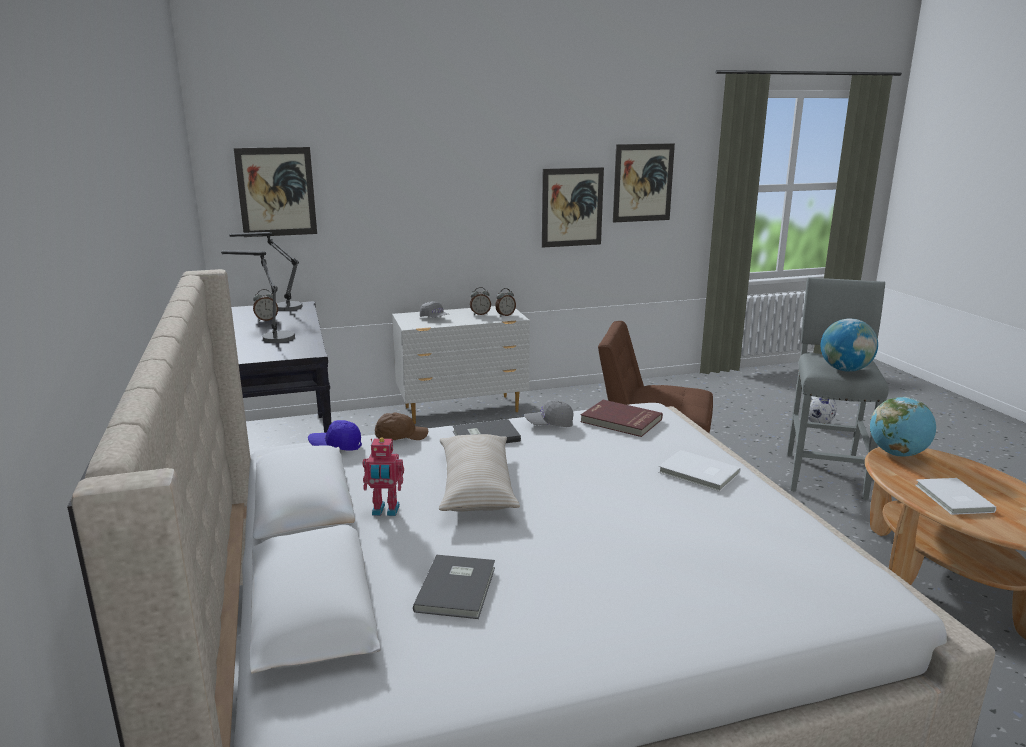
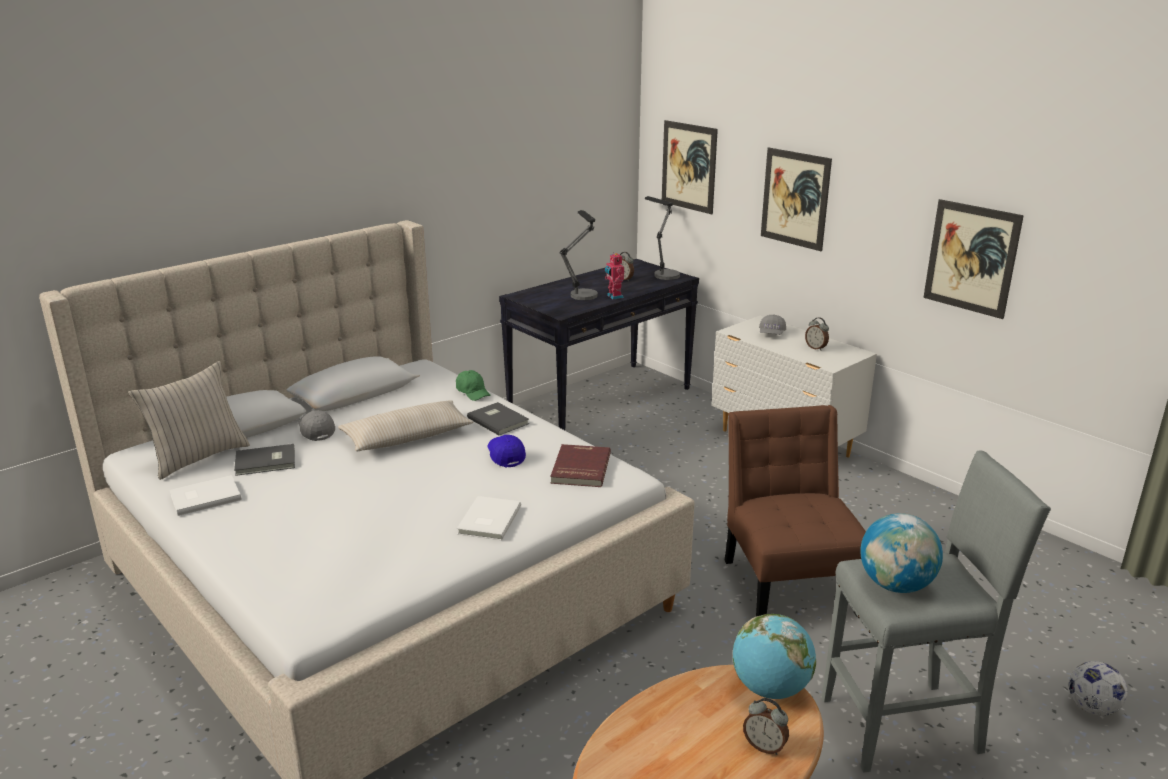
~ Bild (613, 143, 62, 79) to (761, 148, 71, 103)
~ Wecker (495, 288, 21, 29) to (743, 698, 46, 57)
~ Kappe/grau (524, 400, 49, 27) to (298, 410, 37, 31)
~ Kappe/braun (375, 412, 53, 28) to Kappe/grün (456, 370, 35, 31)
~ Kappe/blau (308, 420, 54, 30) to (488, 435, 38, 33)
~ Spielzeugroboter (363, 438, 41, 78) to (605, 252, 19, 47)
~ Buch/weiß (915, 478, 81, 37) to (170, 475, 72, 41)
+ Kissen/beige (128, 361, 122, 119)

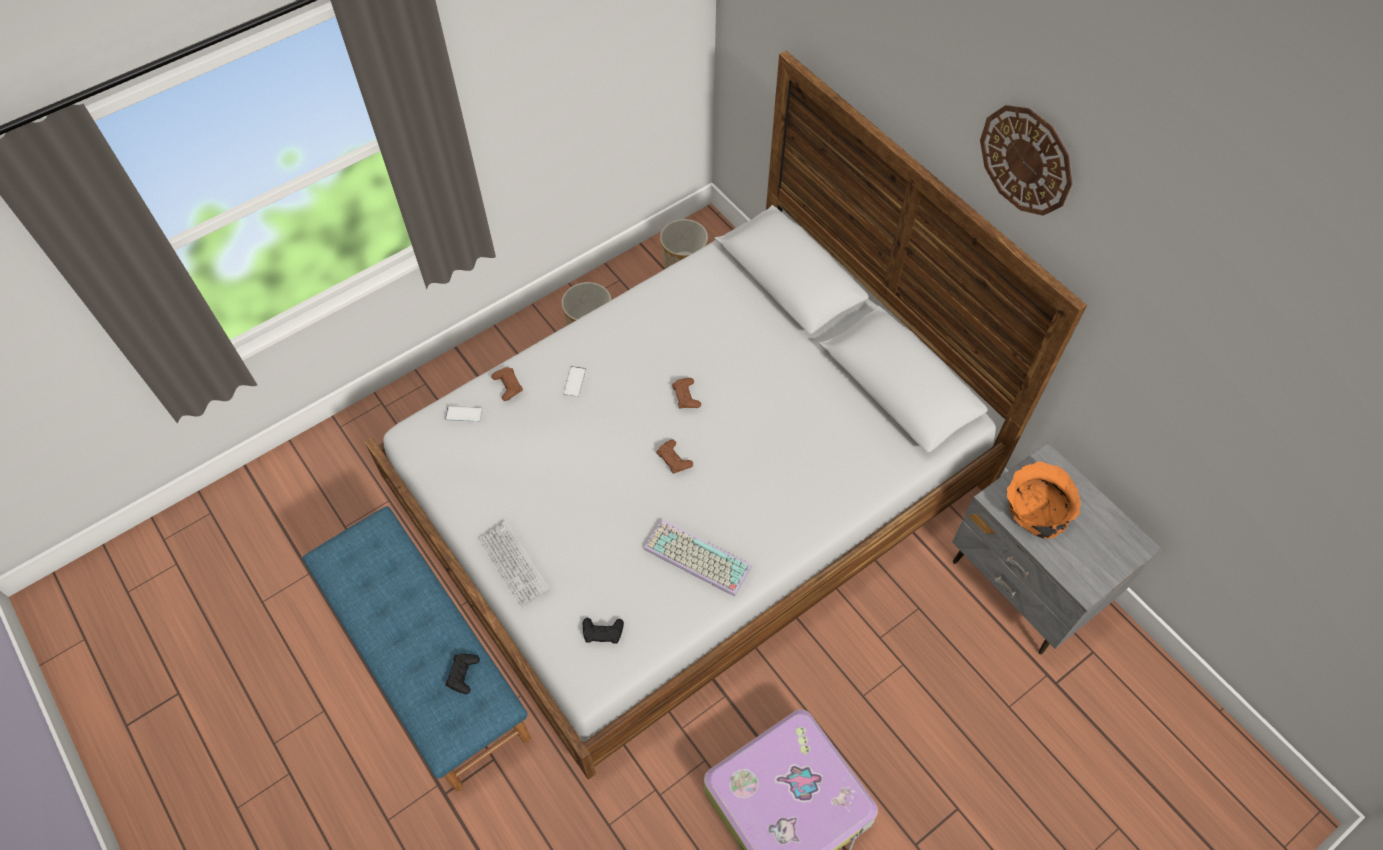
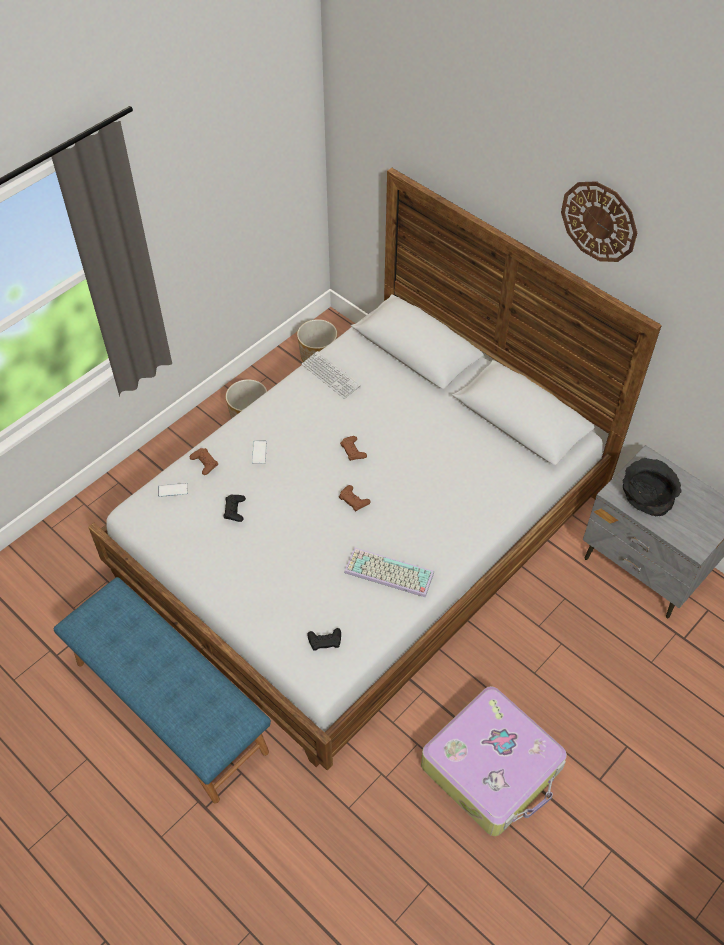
~ Schüssel/orange (1007, 462, 74, 77) to Schüssel/schwarz (623, 458, 59, 58)
~ Tastatur (479, 521, 70, 86) to (302, 351, 59, 48)
~ Gamepad/schwarz (445, 653, 35, 41) to (223, 494, 23, 28)

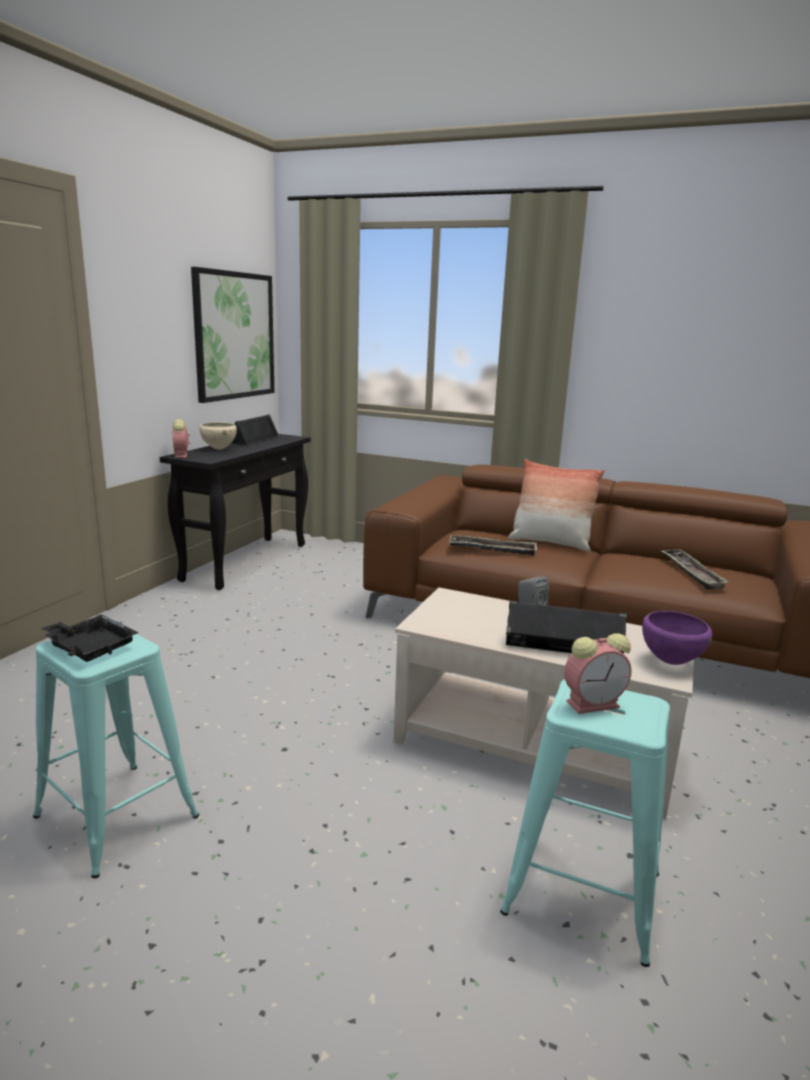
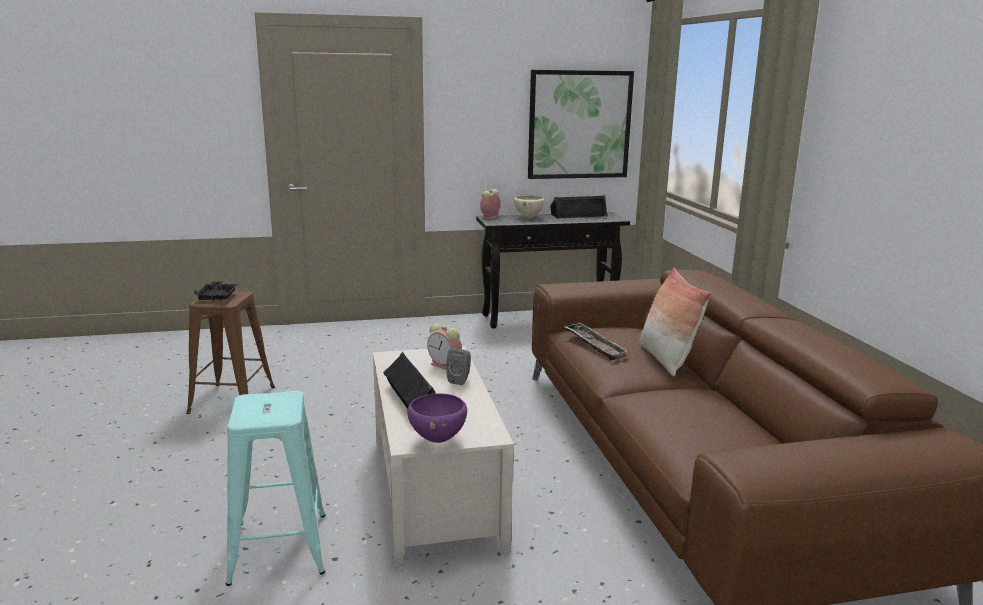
- Tablett (661, 549, 69, 40)
~ Wecker (564, 633, 68, 81) to (427, 323, 35, 47)
~ Hocker/türkis (33, 634, 166, 244) to Hocker/braun (186, 291, 89, 123)

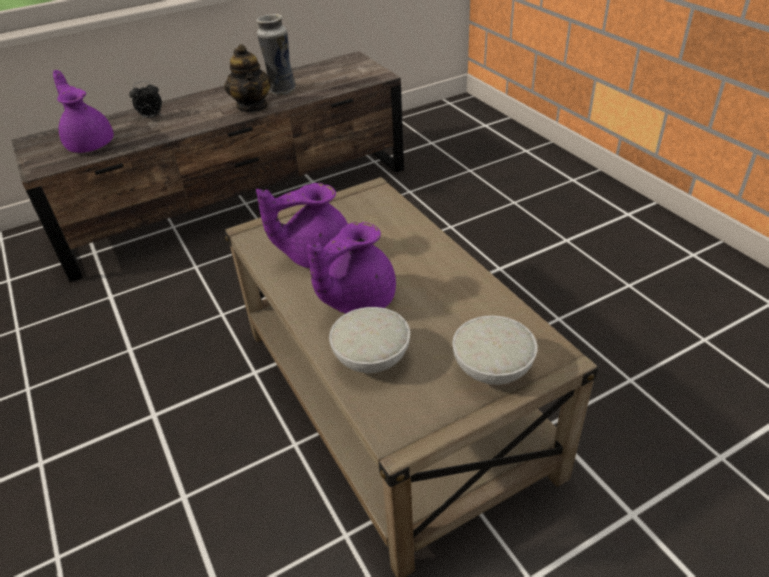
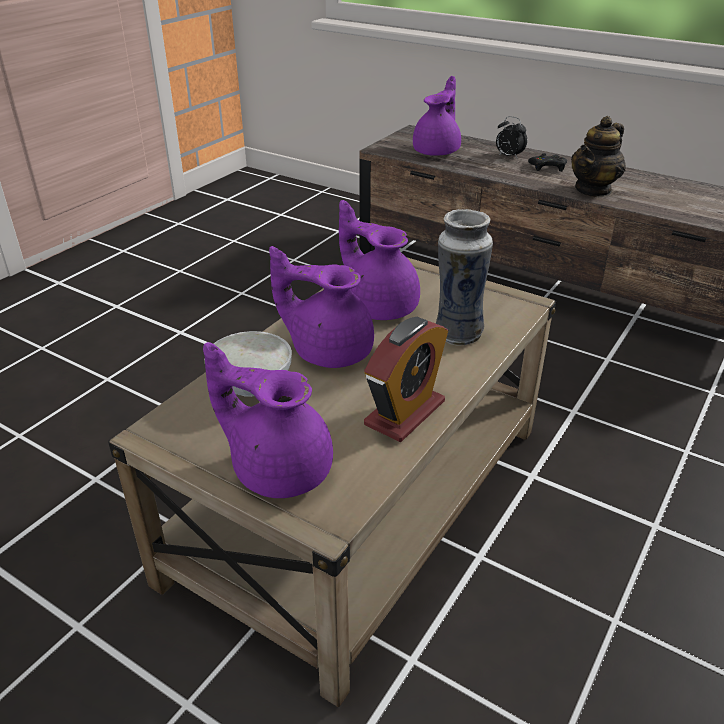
~ Vase (256, 14, 40, 81) to (435, 209, 58, 137)
~ Schüssel/weiß (452, 316, 85, 69) to Teekanne/lila (203, 342, 130, 156)
+ Gamepad/schwarz (528, 153, 39, 19)
+ Wecker (364, 317, 84, 125)

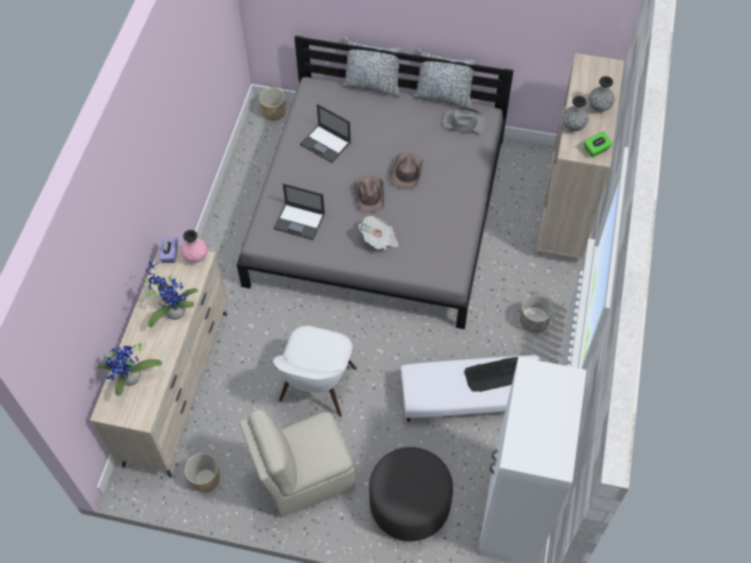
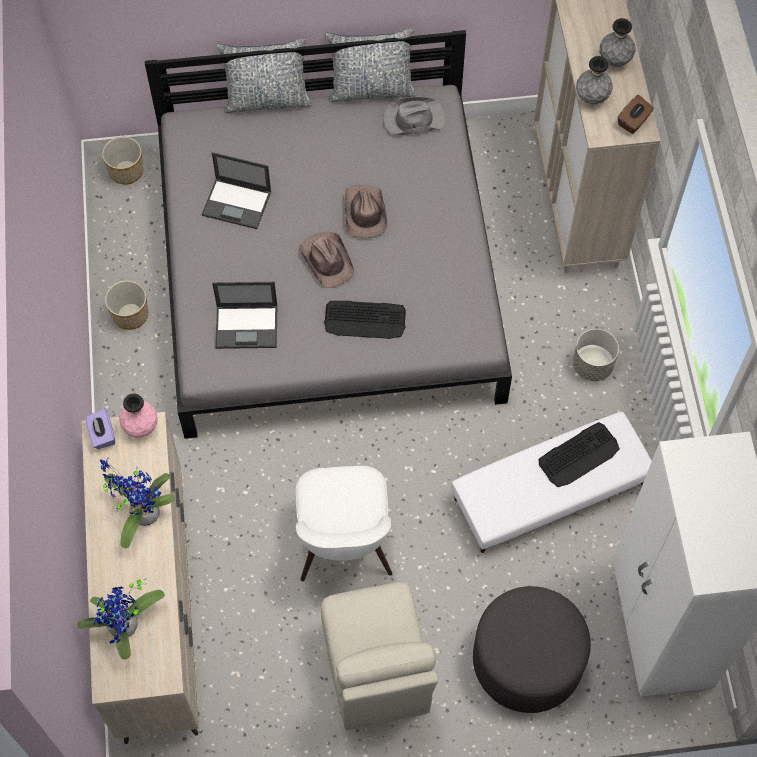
~ Taschentuchbox/grün (584, 132, 29, 25) to Taschentuchbox/braun (618, 95, 36, 39)
~ Zeitung (359, 216, 39, 34) to Tastatur (324, 301, 82, 38)
~ Stuhl/beige (239, 409, 116, 109) = (321, 582, 117, 148) 60 degrees counterclockwise
~ Pflanzkübel (185, 453, 35, 39) to (105, 280, 43, 50)

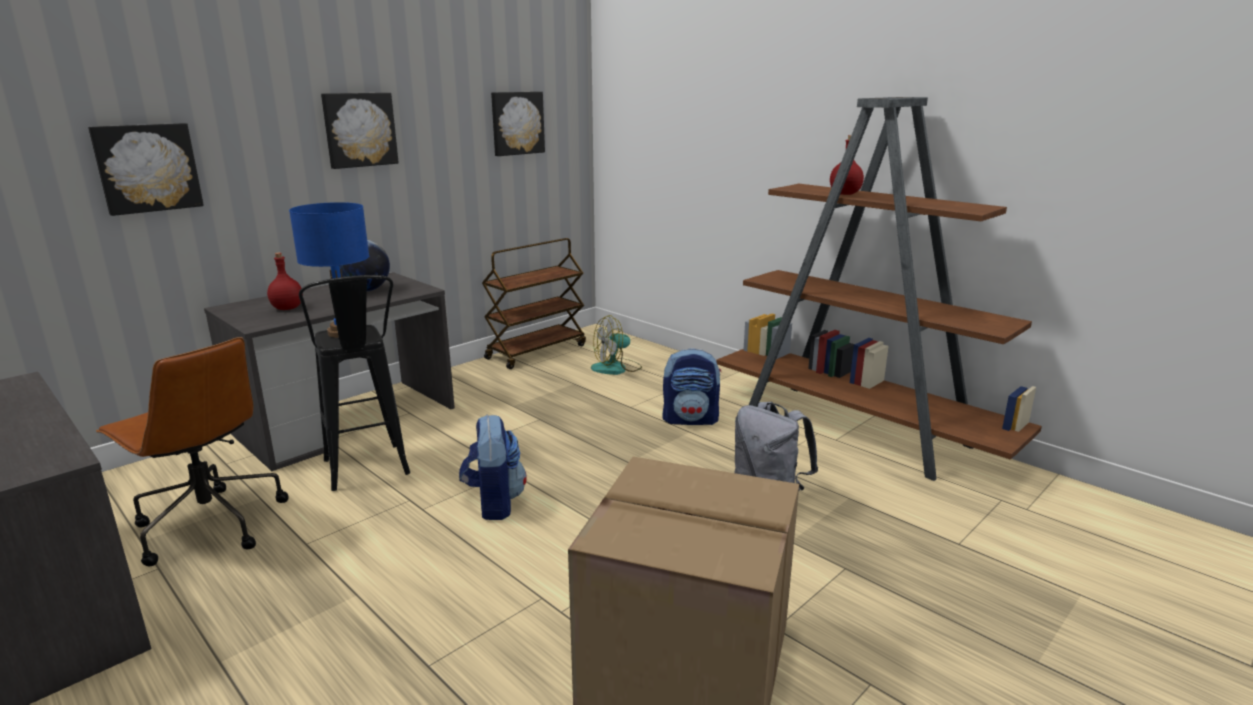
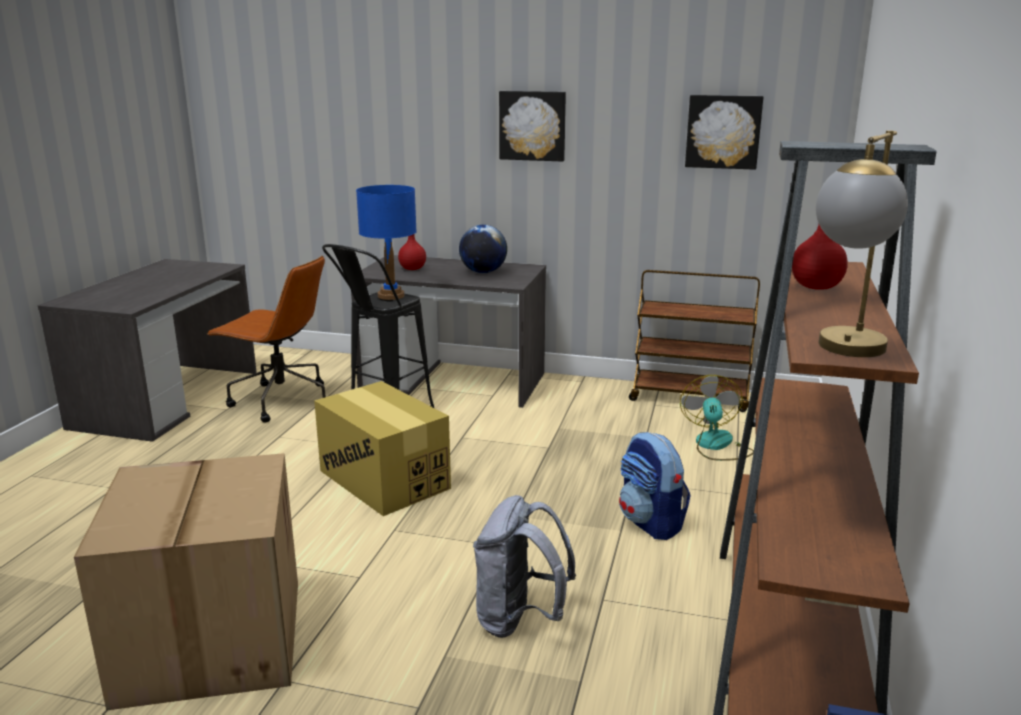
- Bild (88, 123, 116, 93)
~ Ventilator (591, 315, 51, 60) = (680, 375, 74, 86) 60 degrees clockwise
~ Bürostuhl/braun (96, 337, 193, 229) = (206, 256, 120, 167) 75 degrees counterclockwise
~ Rucksack (459, 415, 68, 105) to Karton (314, 381, 137, 135)
+ Tischlampe (816, 130, 92, 227)

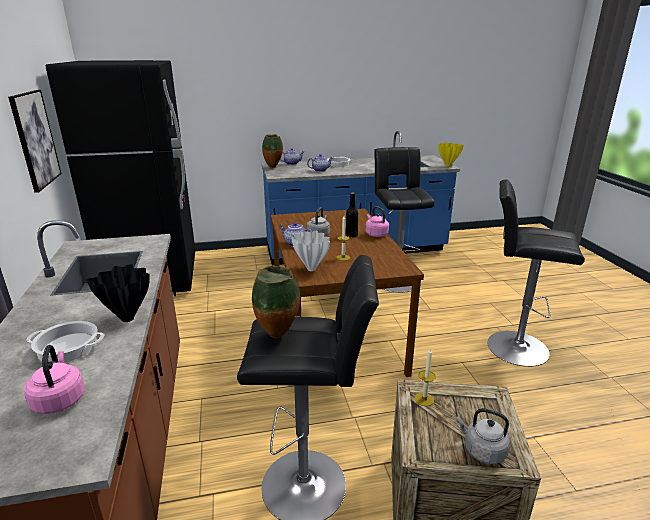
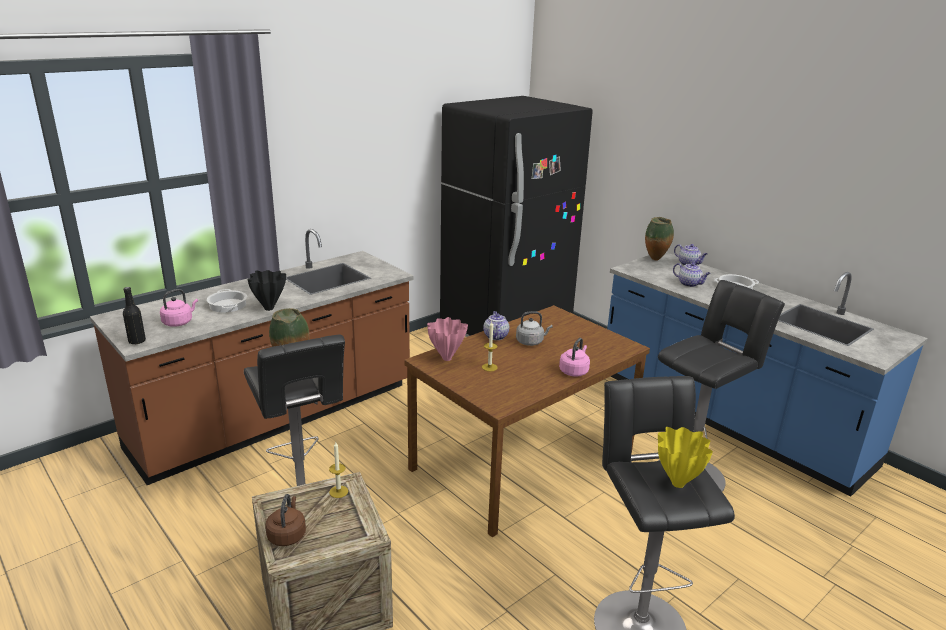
- Bild (8, 90, 53, 103)
~ Vase/gelb (438, 142, 26, 25) to (658, 427, 55, 61)
~ Flasche/schwarz (346, 193, 12, 44) to (123, 287, 23, 58)
~ Vase/weiß (292, 231, 38, 40) to Vase/rosa (427, 317, 41, 44)
~ Wasserkessel/grau (456, 408, 54, 56) to Wasserkessel/braun (265, 494, 41, 52)

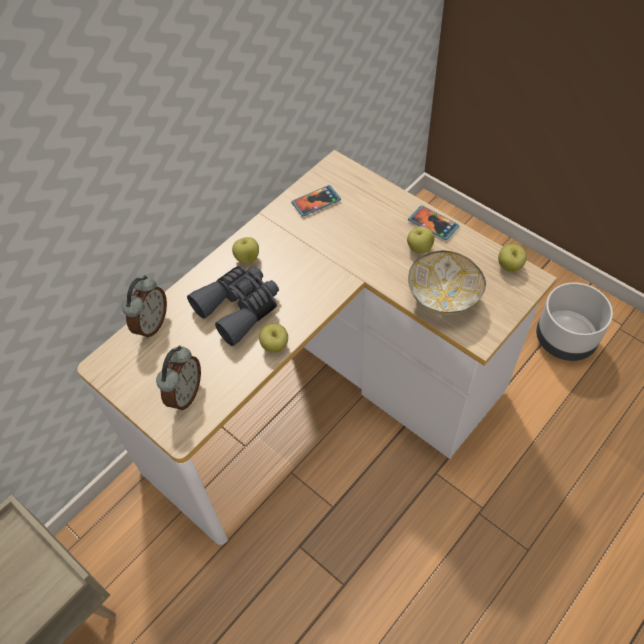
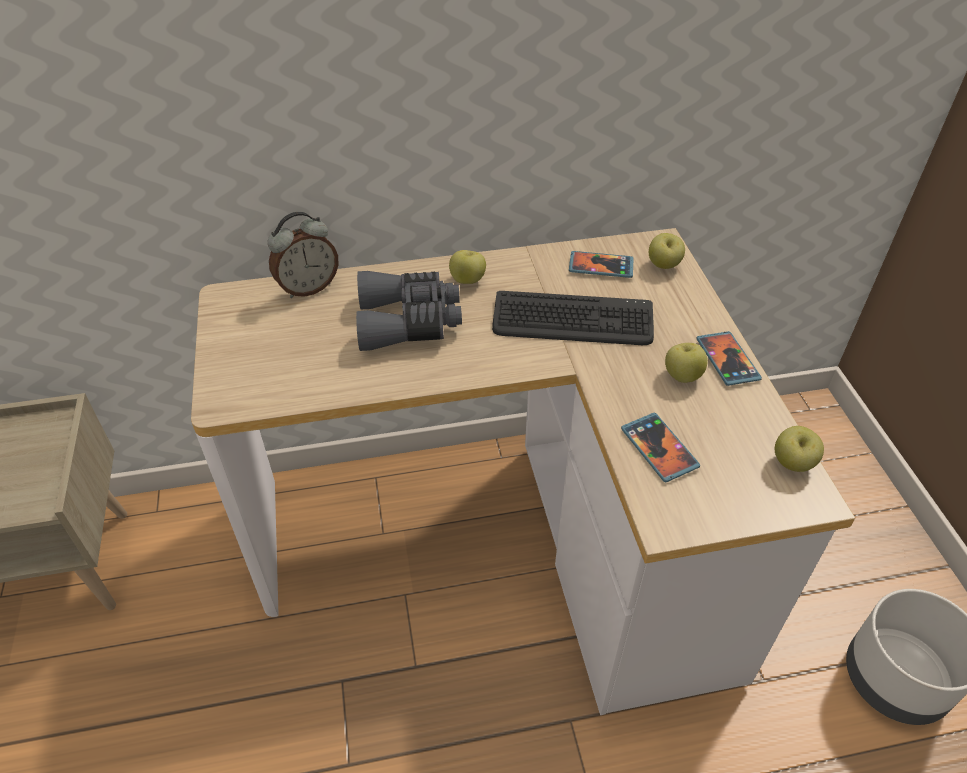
~ Schüssel (408, 251, 78, 64) to Handy (621, 413, 79, 69)
~ Apfel (259, 323, 29, 30) to (649, 233, 36, 36)
- Wecker (156, 345, 45, 66)
+ Tastatur (492, 291, 162, 54)

